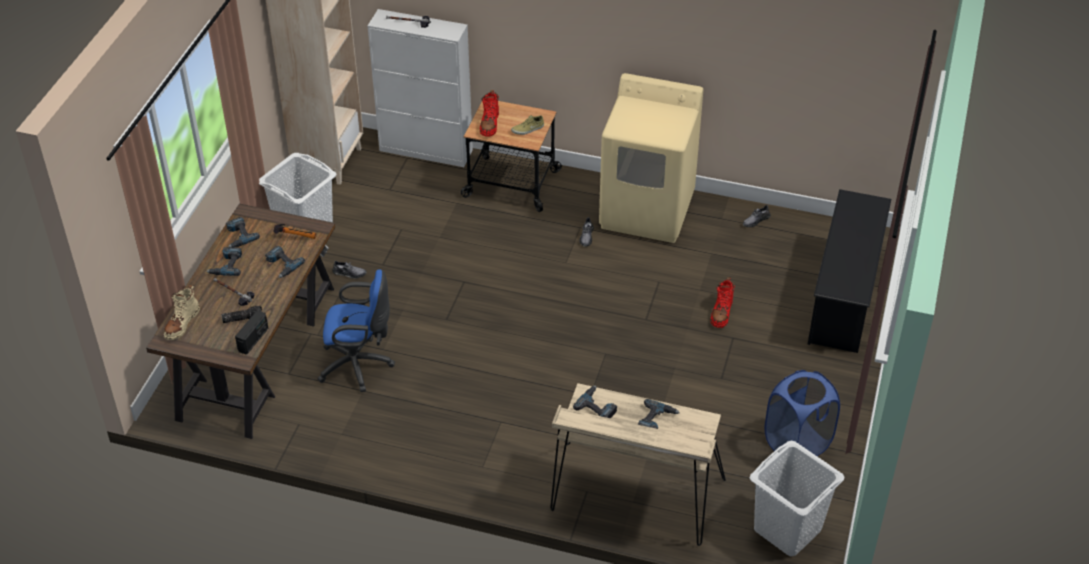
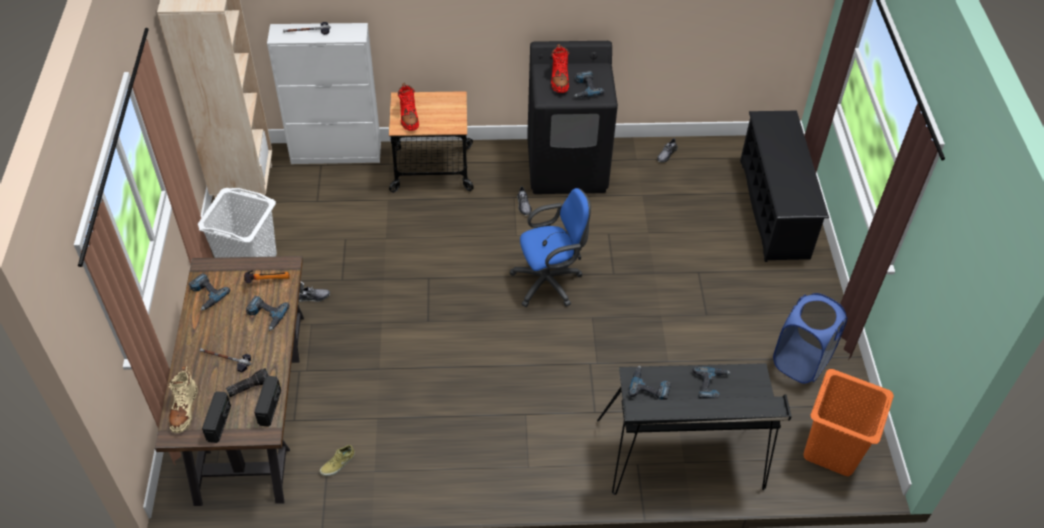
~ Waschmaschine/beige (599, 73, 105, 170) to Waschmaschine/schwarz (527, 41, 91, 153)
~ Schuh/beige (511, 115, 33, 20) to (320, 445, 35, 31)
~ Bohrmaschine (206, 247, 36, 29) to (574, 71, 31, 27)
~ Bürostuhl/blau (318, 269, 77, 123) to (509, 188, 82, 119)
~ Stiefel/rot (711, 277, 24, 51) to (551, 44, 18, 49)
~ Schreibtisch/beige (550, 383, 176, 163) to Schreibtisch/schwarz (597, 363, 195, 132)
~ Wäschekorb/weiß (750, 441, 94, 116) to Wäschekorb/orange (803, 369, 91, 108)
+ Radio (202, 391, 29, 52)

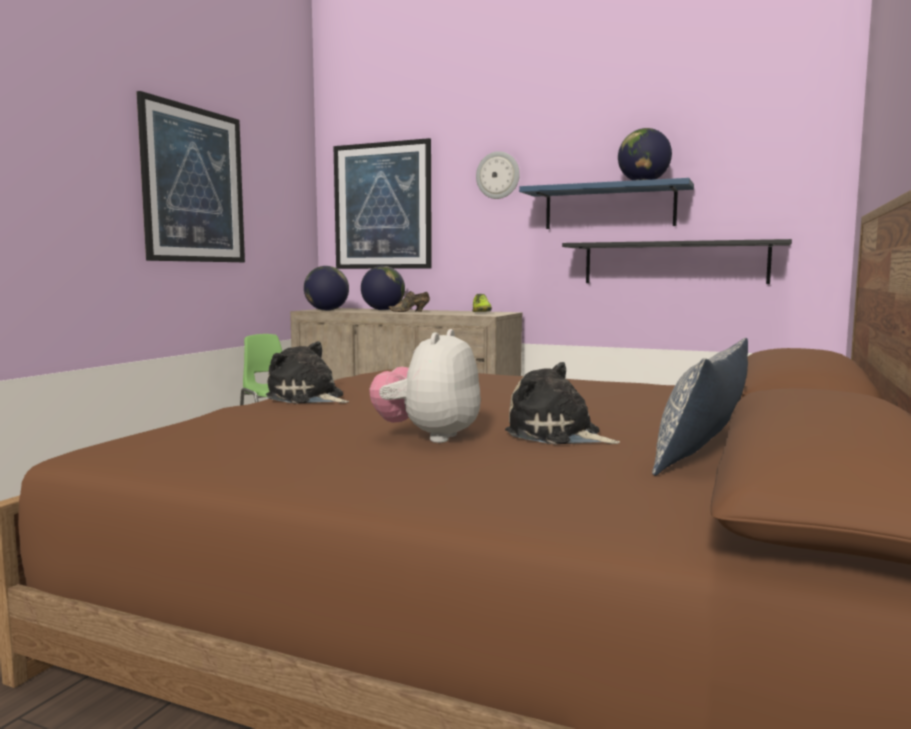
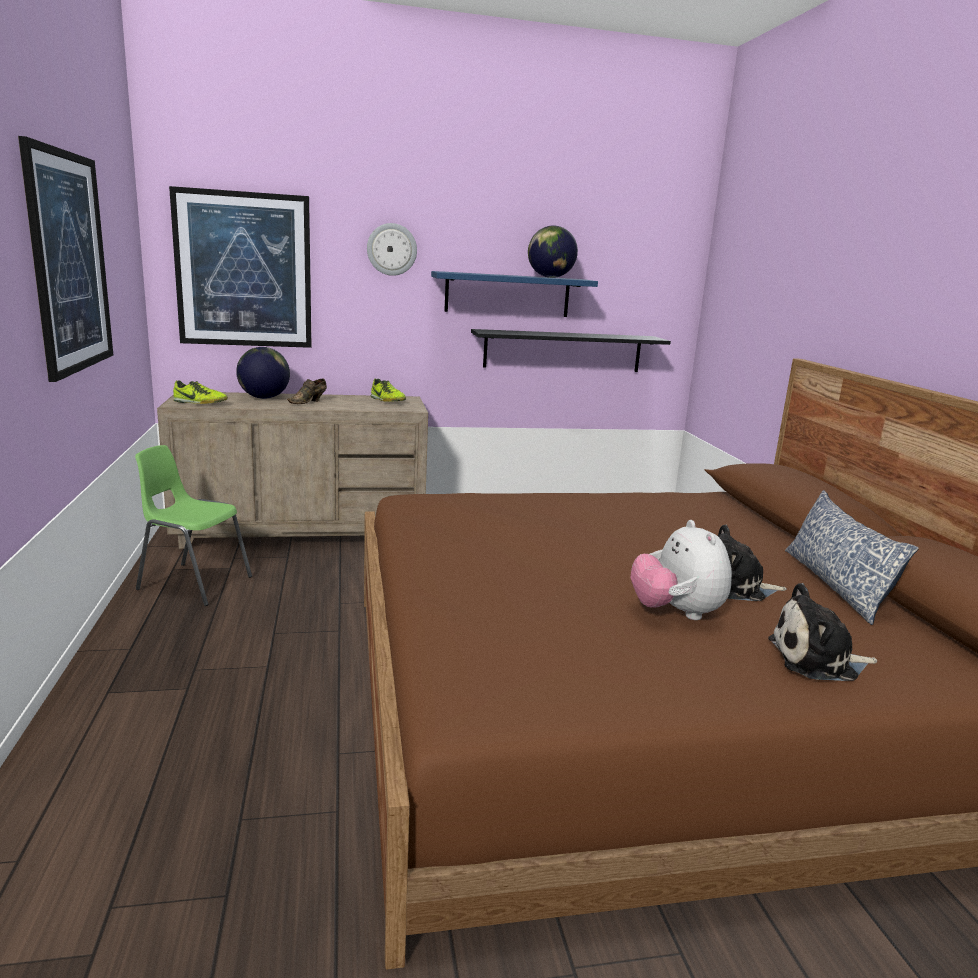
~ Globus (304, 266, 45, 45) to Schuh (173, 380, 55, 24)
~ Plüschtier (266, 341, 83, 63) to (768, 583, 109, 98)

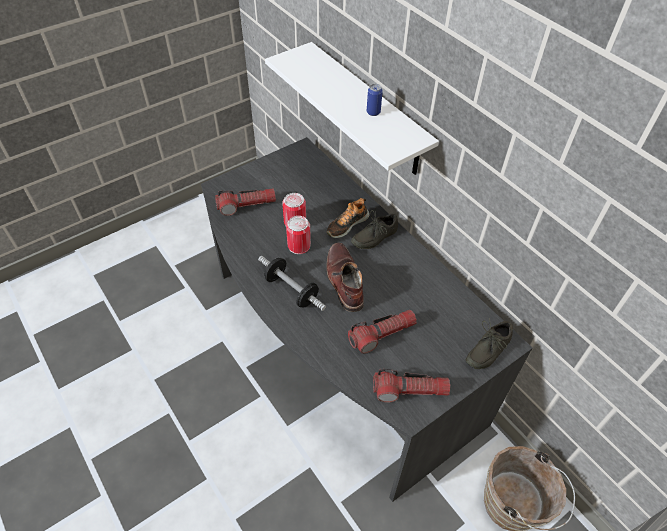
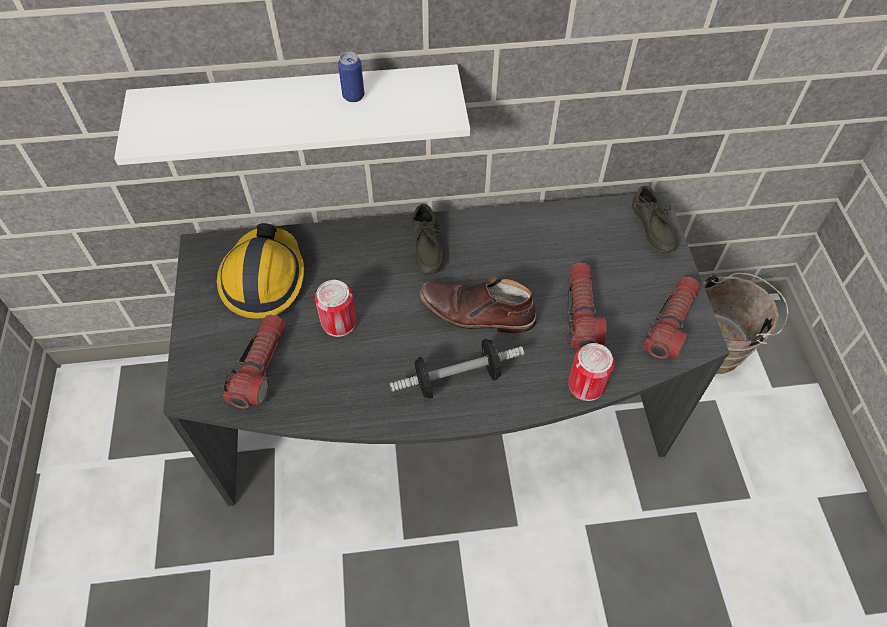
- Schuh (327, 198, 43, 40)
~ Dose (286, 216, 25, 38) to (568, 343, 46, 58)
+ Schutzhelm (217, 223, 87, 96)

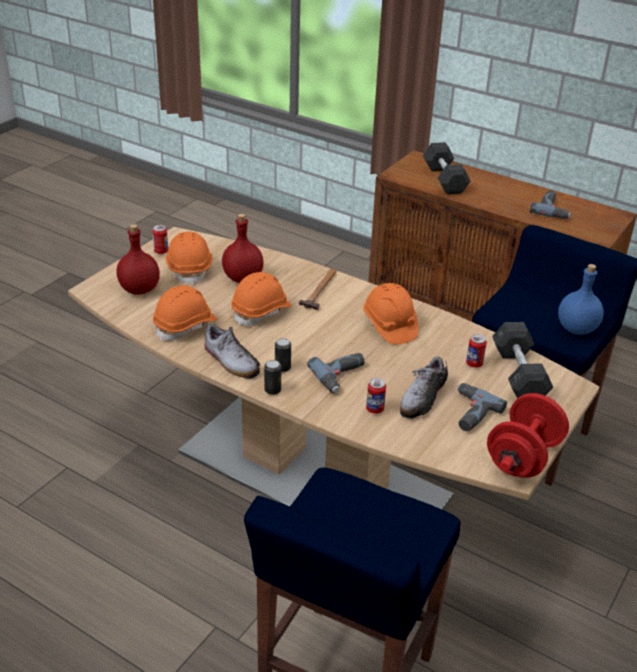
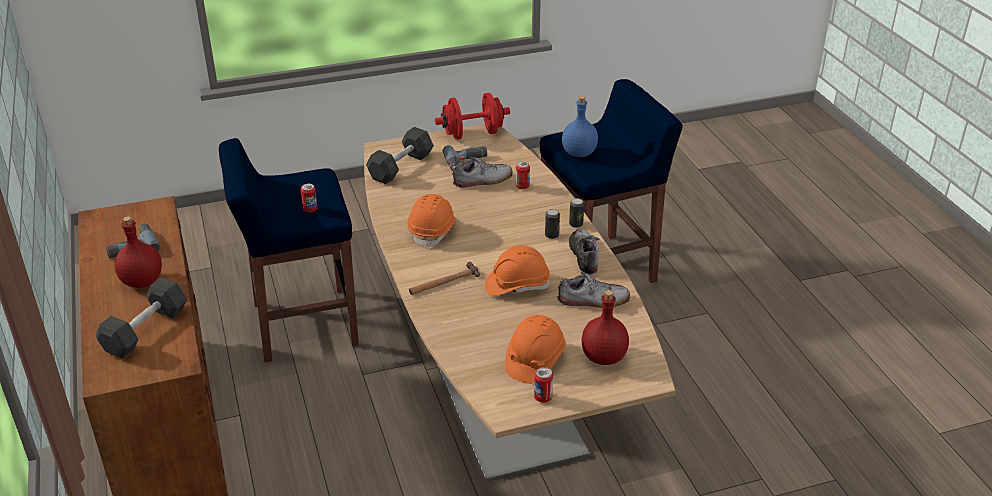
~ Flasche/rot (222, 214, 41, 69) to (115, 216, 47, 72)
~ Flasche/blau (558, 264, 46, 71) to (562, 96, 36, 61)
~ Schutzhelm/orange (153, 285, 64, 56) to Schuh (557, 272, 73, 36)
~ Dose (466, 334, 21, 34) to (301, 184, 17, 28)
- Bohrmaschine (307, 353, 58, 40)

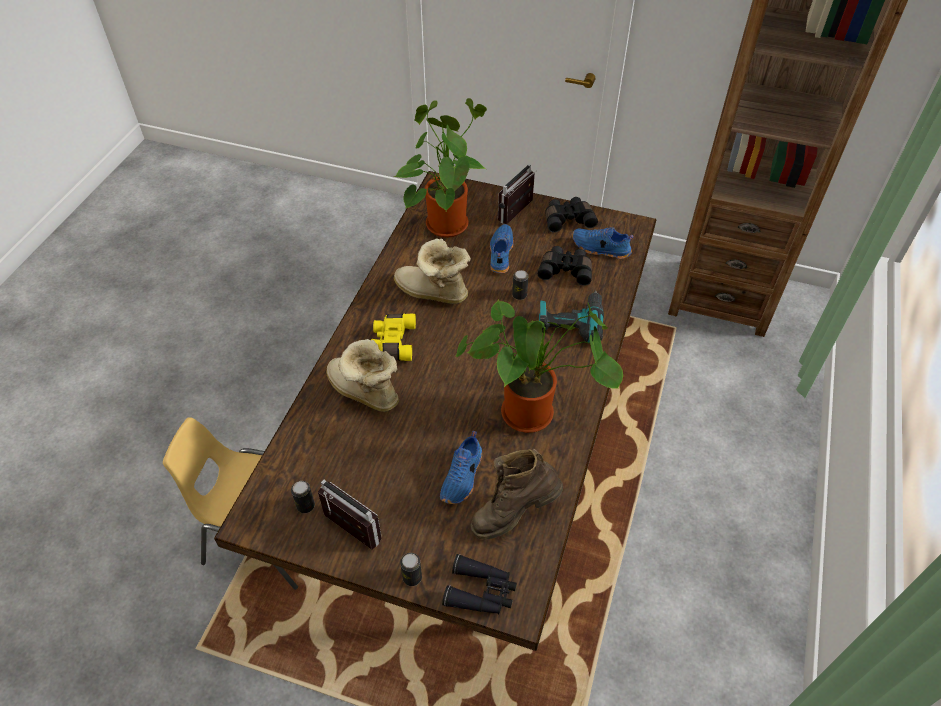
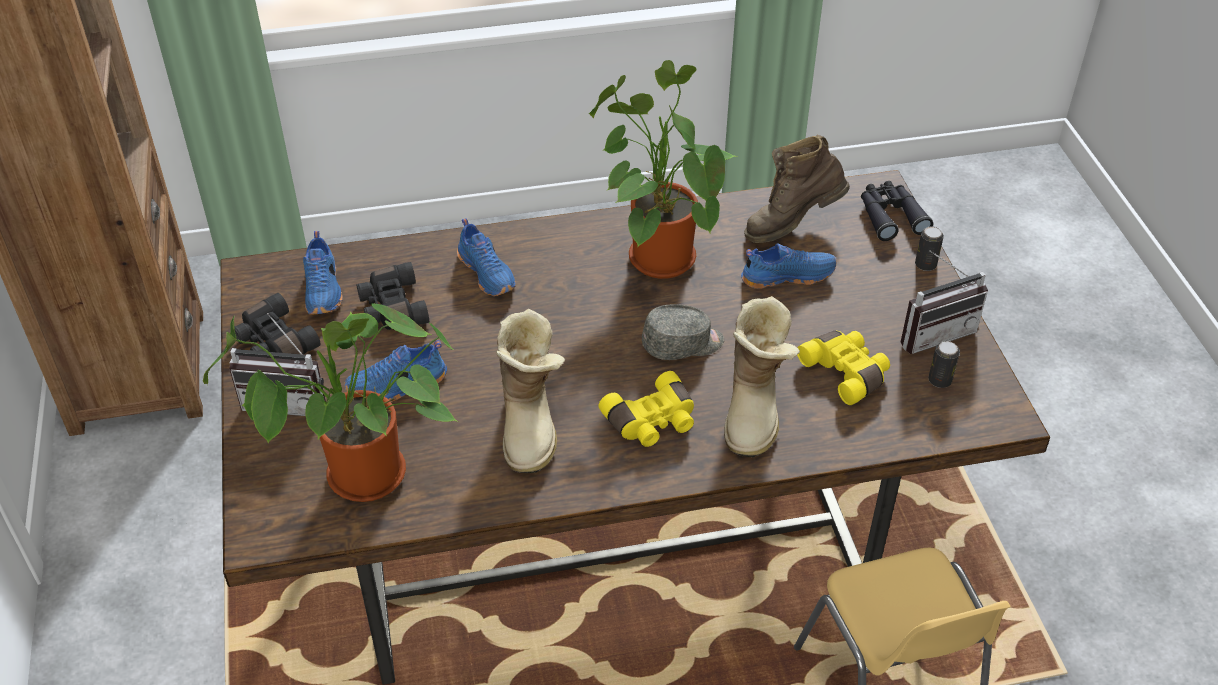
- Dose (512, 270, 17, 30)
~ Bohrmaschine (539, 291, 65, 52) to Schuh/blau (457, 218, 59, 78)
~ Stiefel/braun (470, 449, 93, 91) = (744, 134, 106, 109) 120 degrees clockwise
~ Radio (318, 480, 64, 70) = (901, 250, 87, 104) 120 degrees counterclockwise
+ Kappe/grau (642, 304, 82, 56)
+ Fernglas/gelb (797, 331, 93, 74)

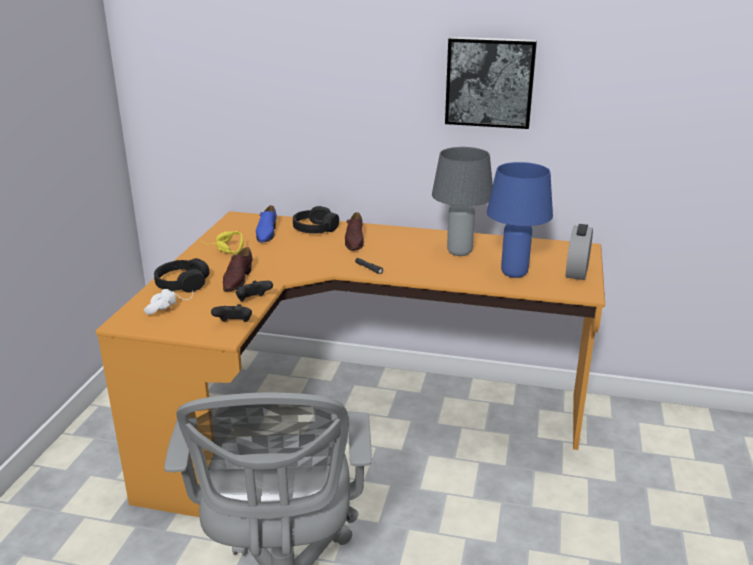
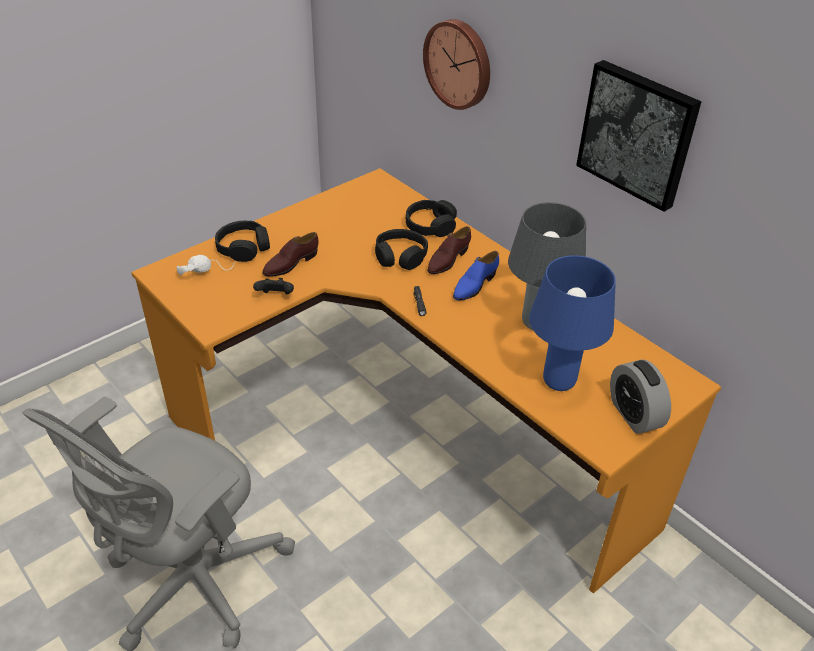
~ Schuh/blau (256, 205, 21, 37) to (453, 251, 46, 49)
~ Wecker (566, 224, 27, 56) = (610, 359, 61, 75) 75 degrees counterclockwise
- Kopfhörer/gelb (200, 231, 44, 24)
- Gamepad/schwarz (211, 304, 41, 18)
+ Wanduhr (423, 19, 67, 91)
+ Kopfhörer/schwarz (375, 229, 53, 41)

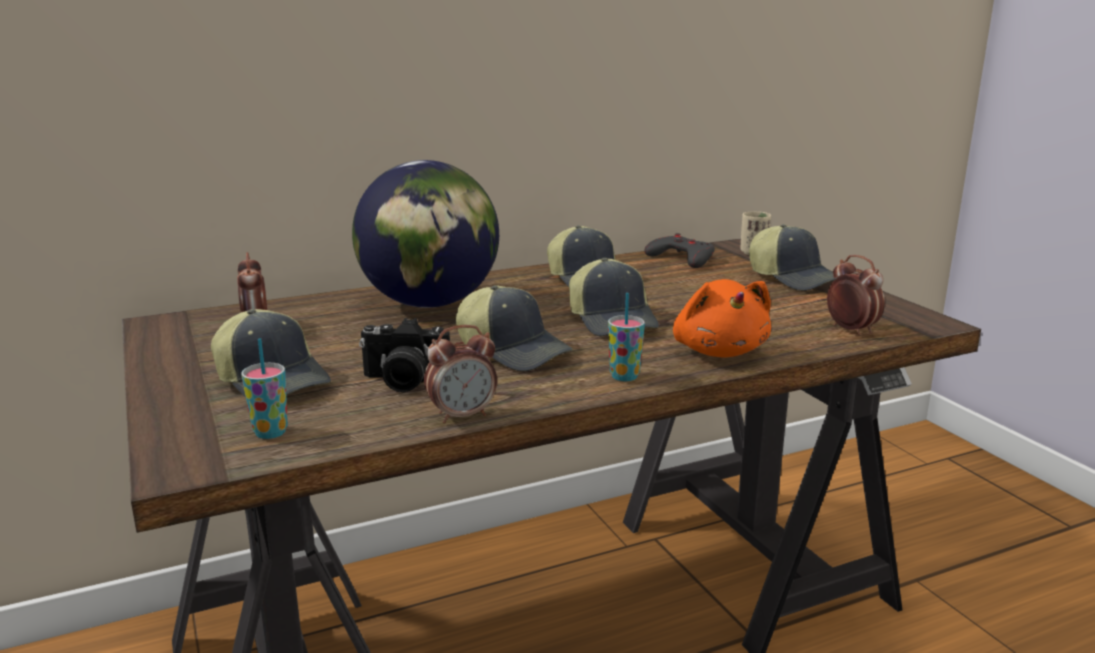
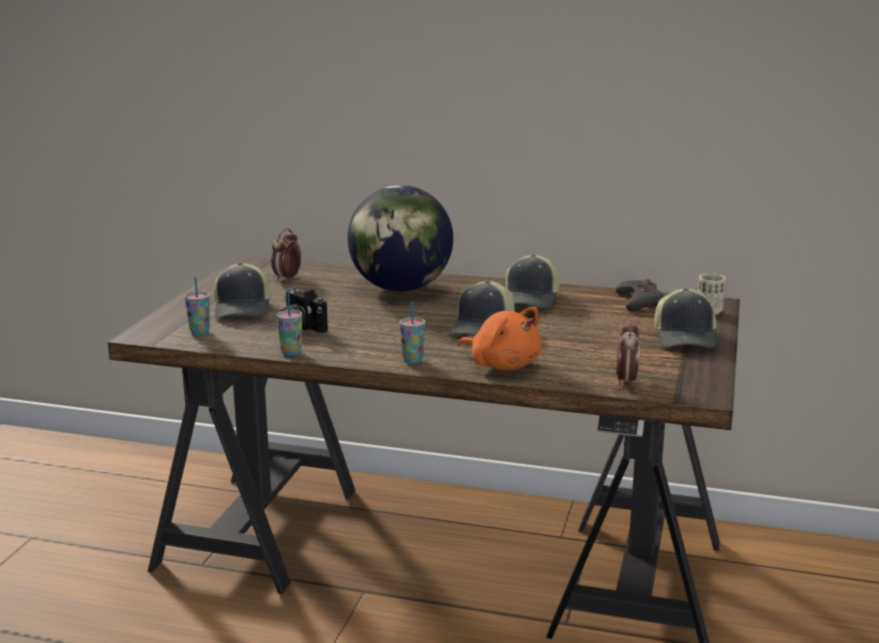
~ Plüschtier/orange (673, 279, 98, 79) = (459, 307, 83, 63) 75 degrees counterclockwise
- Kappe (456, 285, 117, 87)
~ Wecker (424, 325, 73, 99) to Tasse (277, 294, 25, 62)

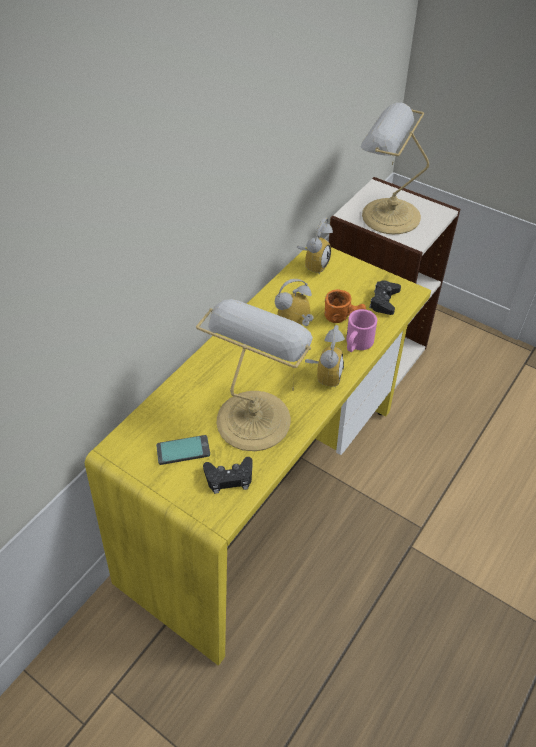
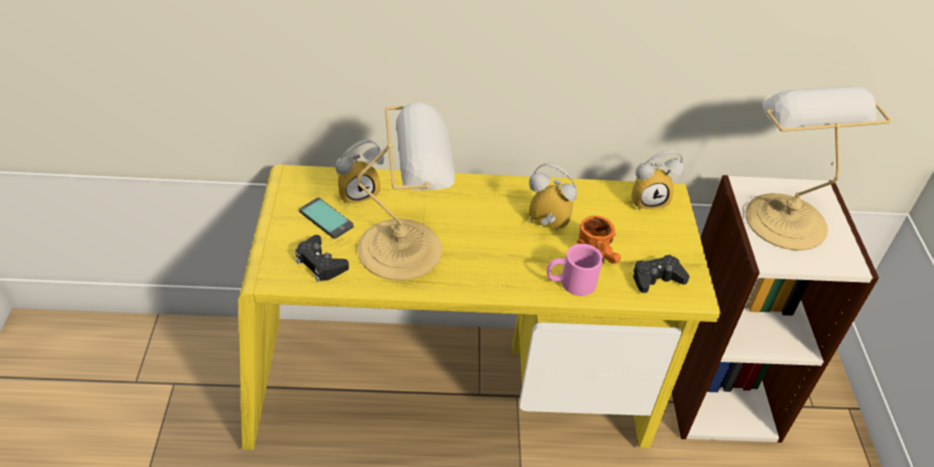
~ Wecker (305, 325, 40, 62) to (336, 140, 48, 66)

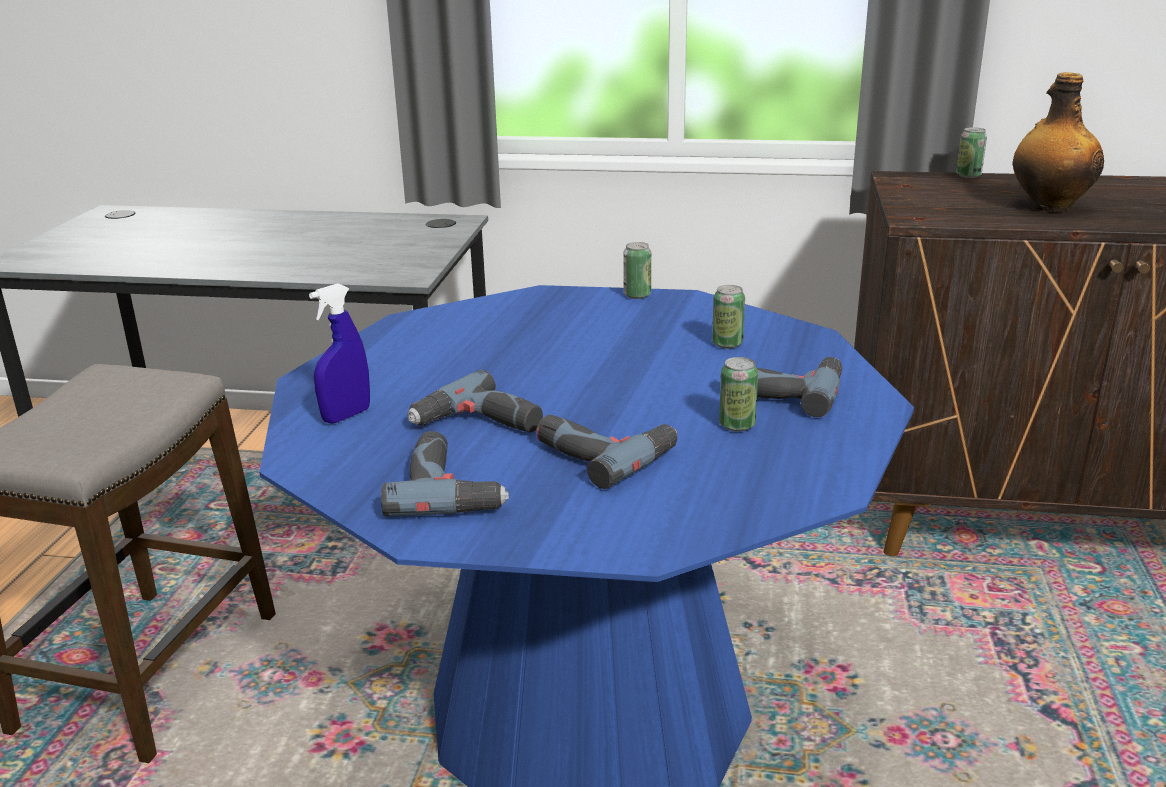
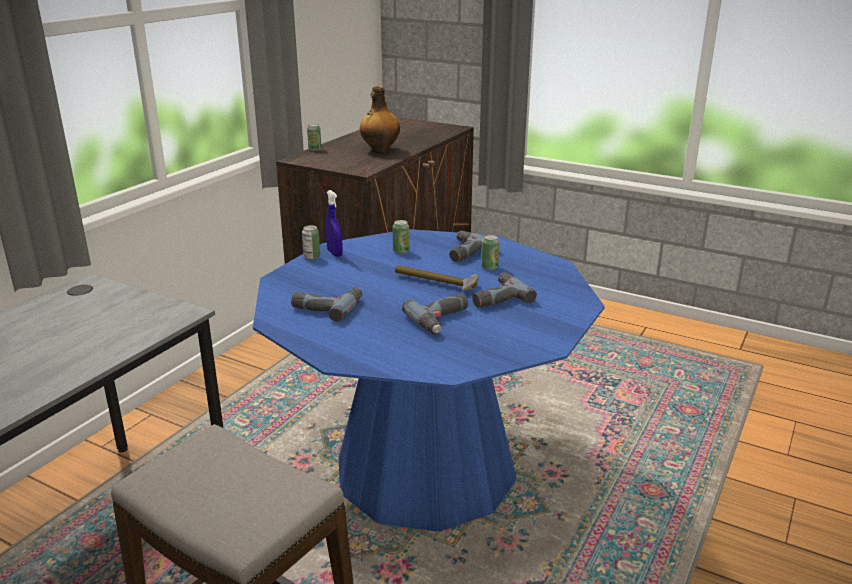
~ Sprühflasche/blau (309, 283, 61, 141) to (326, 190, 17, 67)
~ Bohrmaschine (381, 431, 128, 85) to (291, 287, 71, 35)
+ Hammer (395, 265, 84, 26)

